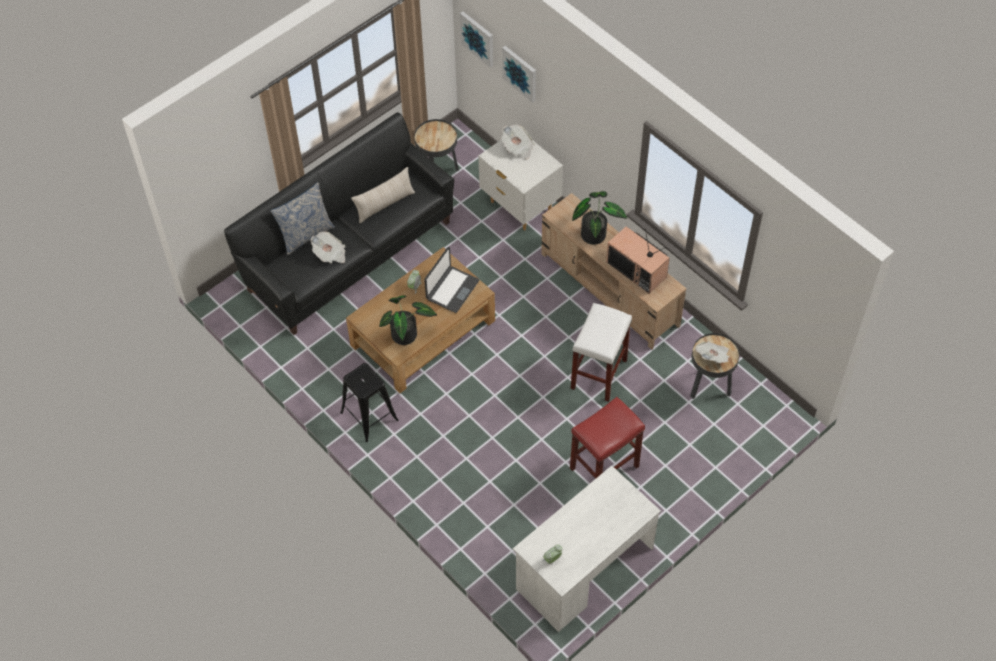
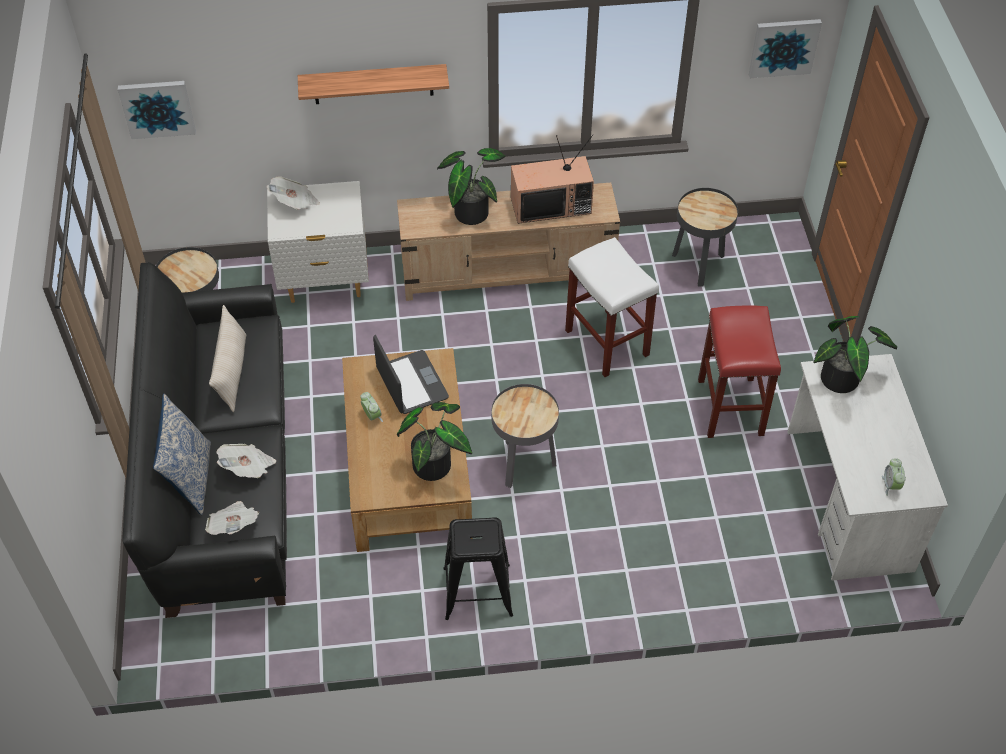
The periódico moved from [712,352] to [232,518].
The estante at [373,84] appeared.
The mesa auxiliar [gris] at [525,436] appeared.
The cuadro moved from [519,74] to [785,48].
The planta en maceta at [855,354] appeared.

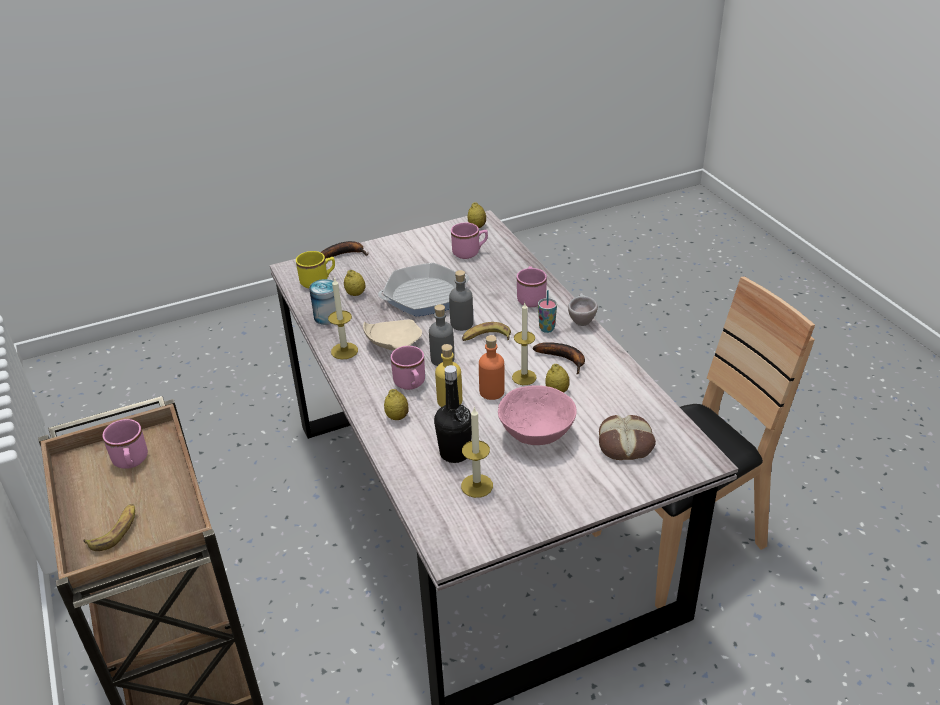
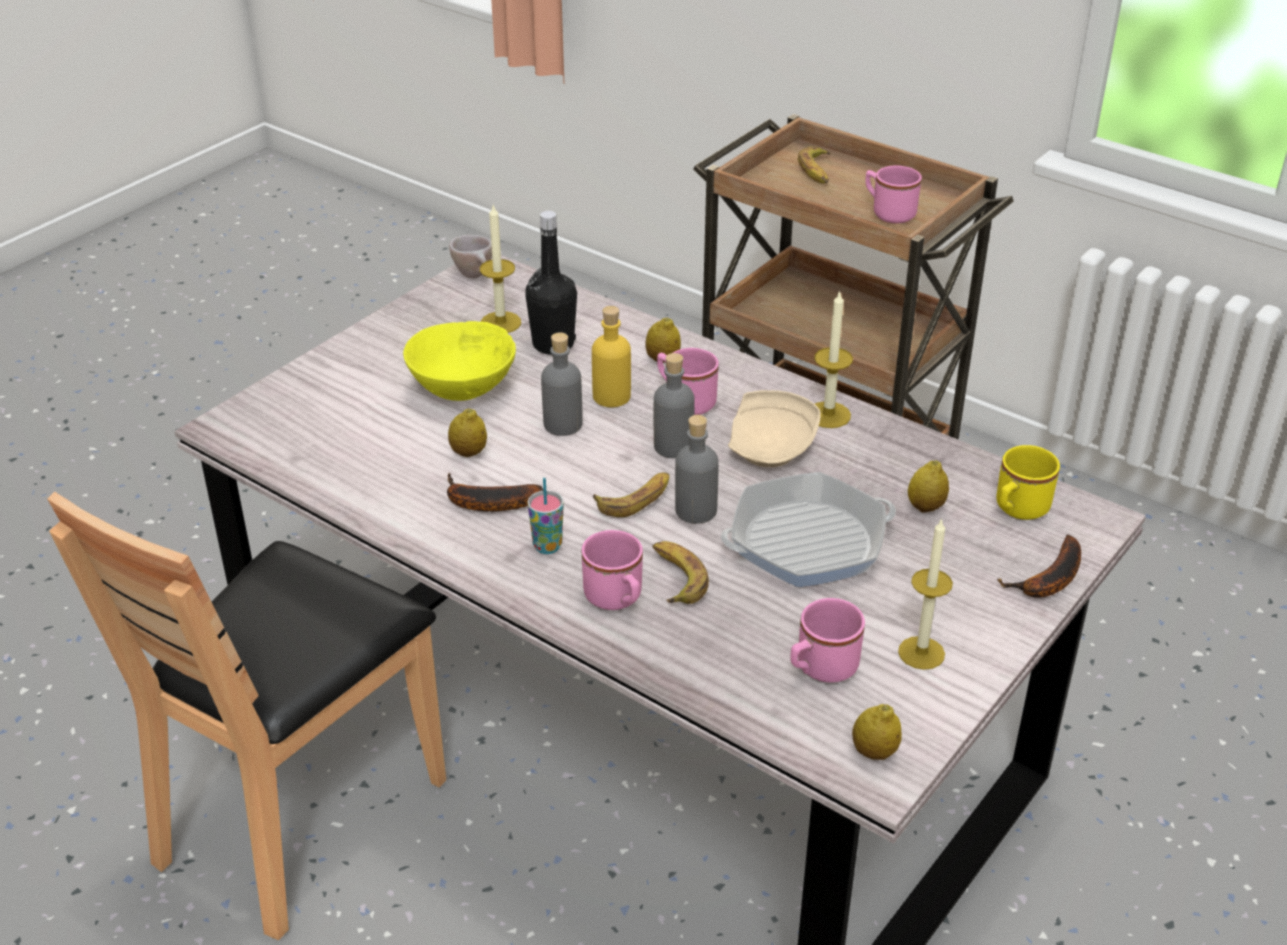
The cuenco [rosa] at [537,415] became the cuenco [amarillo] at [459,361].
The taza [beis] moved from [583,309] to [470,257].
The botella [naranja] at [491,367] became the botella [gris] at [562,384].
The plátano at [681,572] appeared.
The sartén at [423,290] turned 150 degrees counterclockwise.
The vela moved from [524,344] to [925,594].
The lata at [322,302] disappeared.
The pan at [627,437] disappeared.

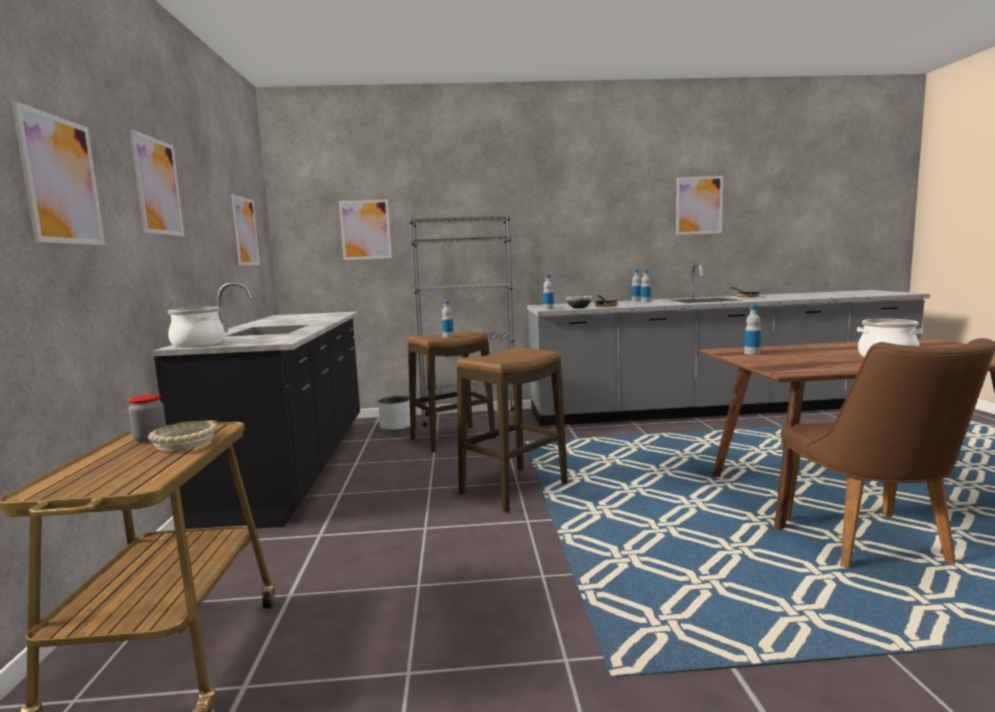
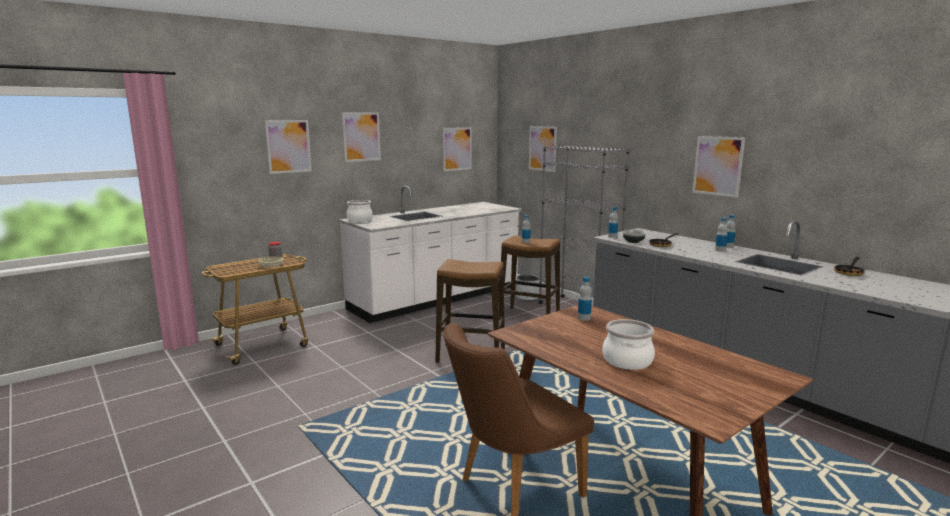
The mueble bajo de cocina [negro] at [256,405] became the mueble bajo de cocina [blanco] at [430,254].
The cuadro moved from [699,205] to [718,167].

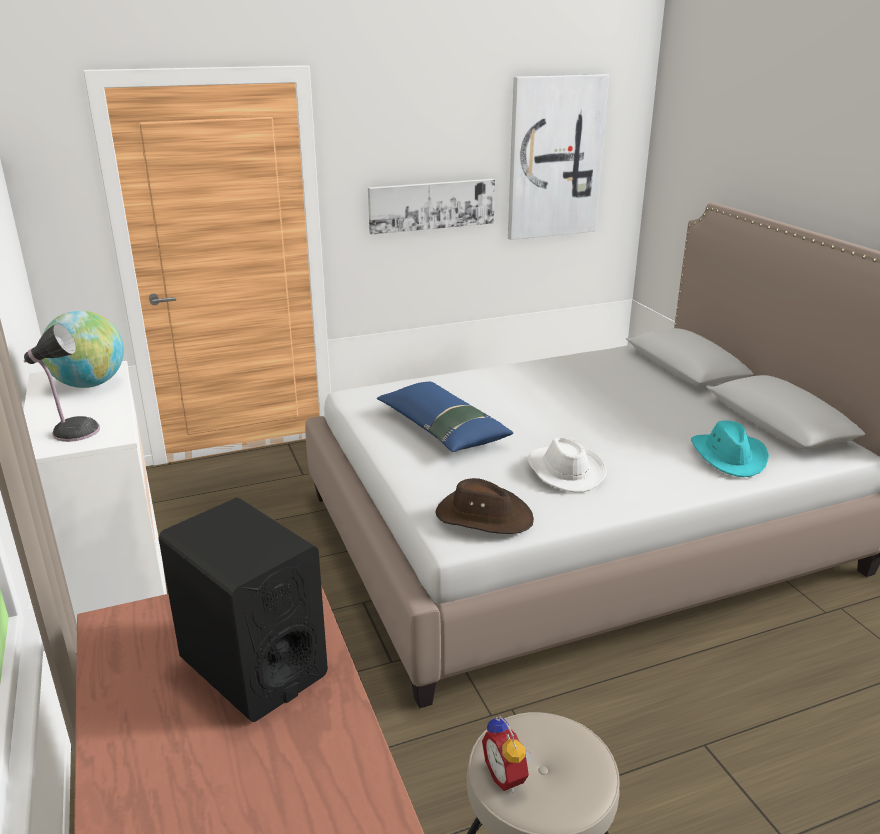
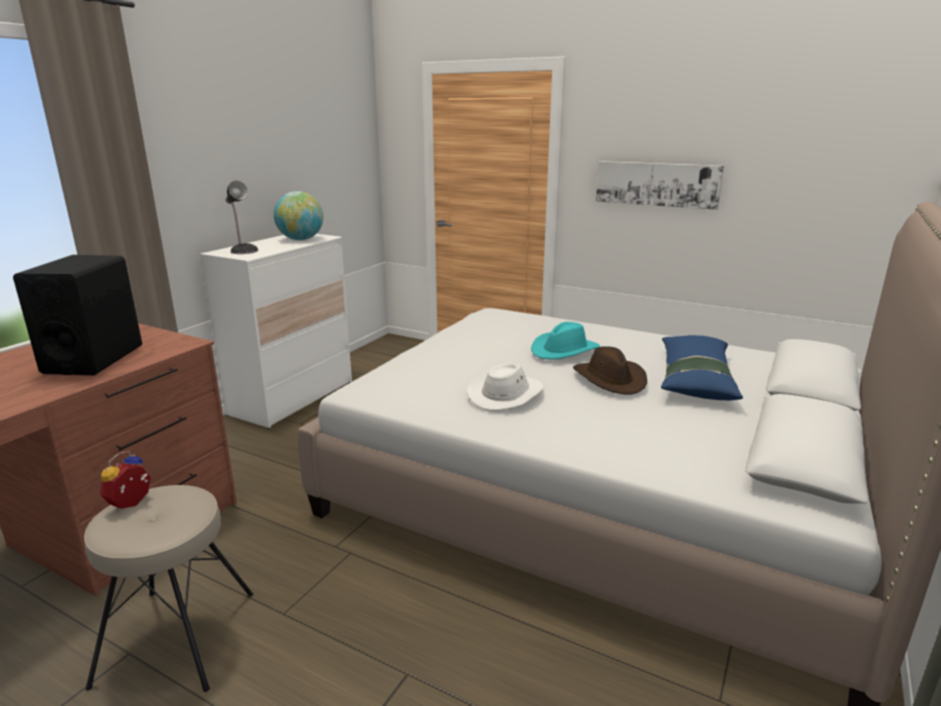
The sombrero [turquesa] moved from [730,448] to [565,340].
The sombrero [marrón] moved from [484,506] to [610,370].
The cojín [azul] moved from [445,417] to [702,367].
The cuadro at [558,157] disappeared.

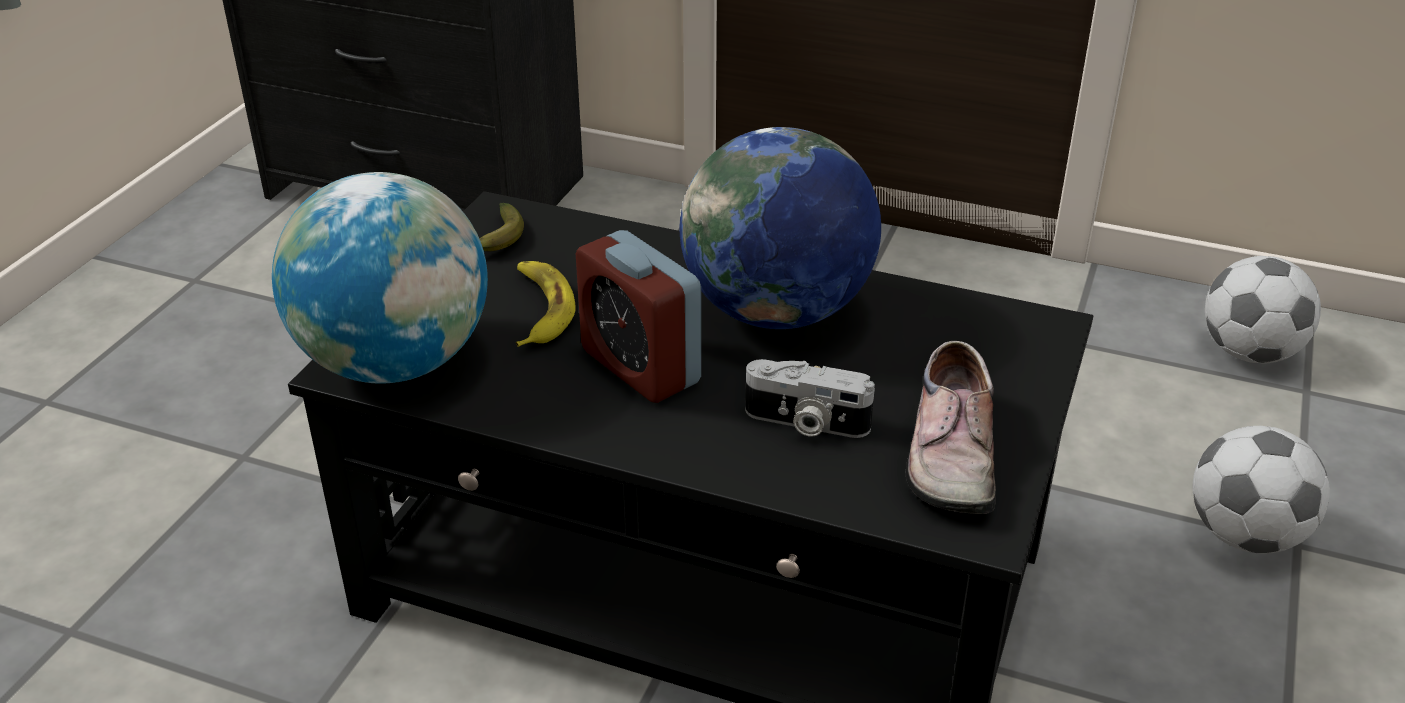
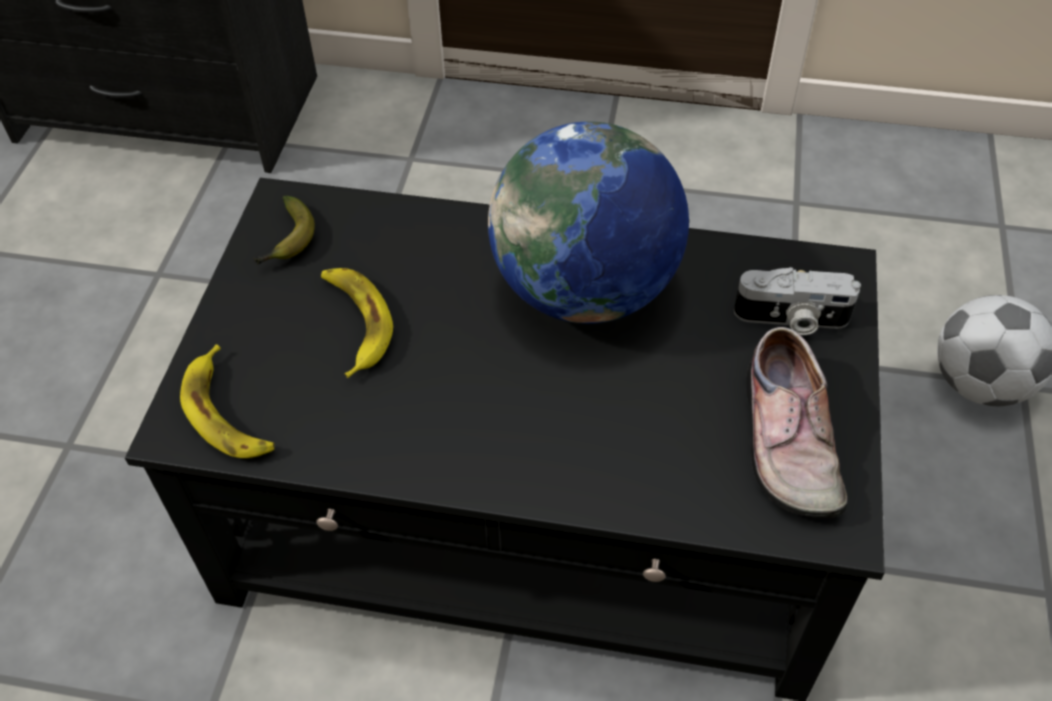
The globo terráqueo at [380,278] was replaced by the plátano at [227,401].
The cámara moved from [810,398] to [797,301].
The despertador at [638,316] disappeared.
The balón de fútbol at [1263,310] disappeared.

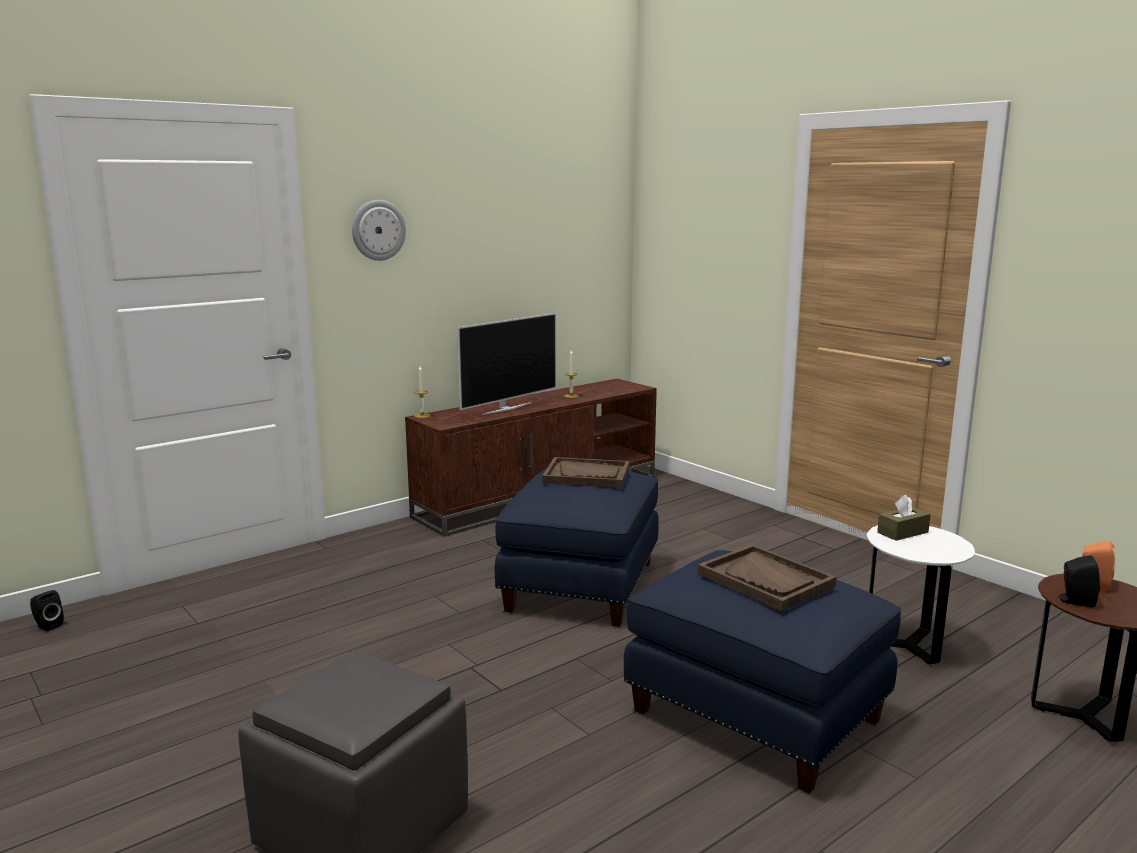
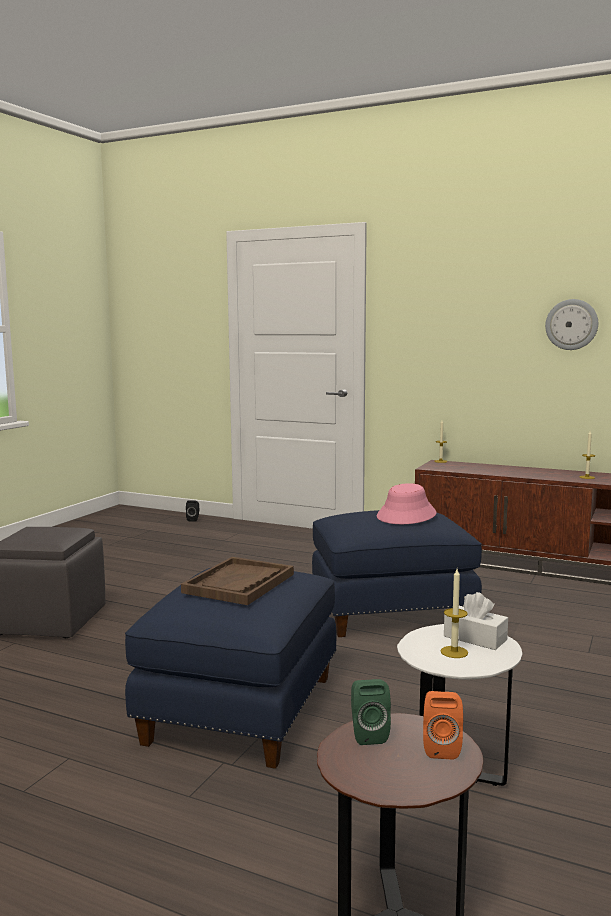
The altavoz [negro] at [1079,581] became the altavoz [verde] at [371,712].
The bandeja [marrón] at [585,472] was replaced by the sombrero [rosa] at [406,503].
The vela at [454,613] appeared.
The caja de pañuelos [marrón] at [903,518] became the caja de pañuelos [blanco] at [476,621].
The reloj de pared moved from [379,230] to [571,324].
The televisor at [506,364] disappeared.

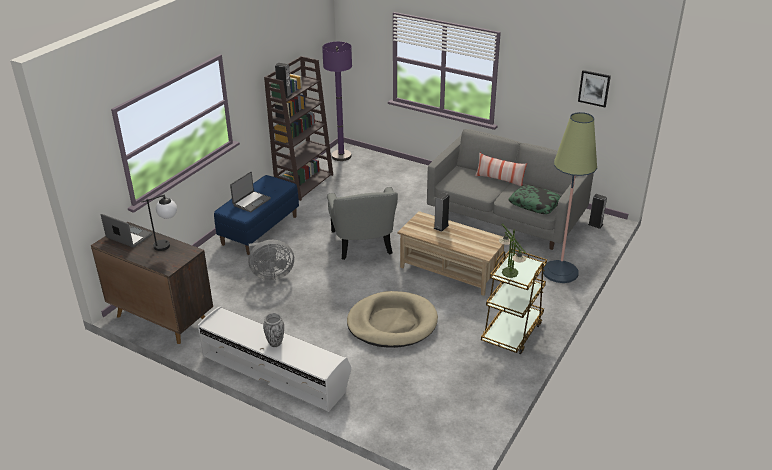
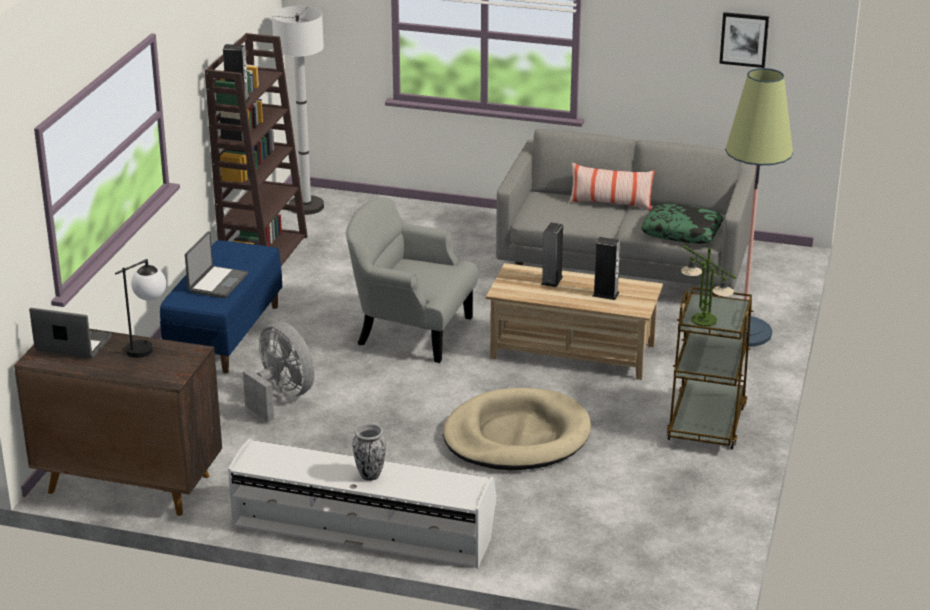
The ventilador [gris] at [271,260] turned 105 degrees counterclockwise.
The lámpara de pie [morado] at [337,101] became the lámpara de pie [blanco] at [298,110].
The sillón [gris] at [362,223] turned 135 degrees clockwise.
The altavoz moved from [597,211] to [606,268].

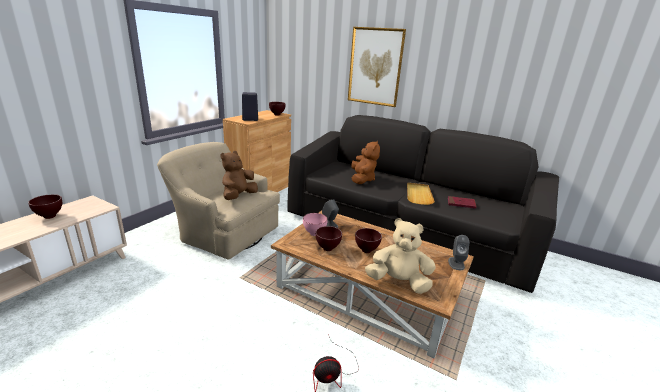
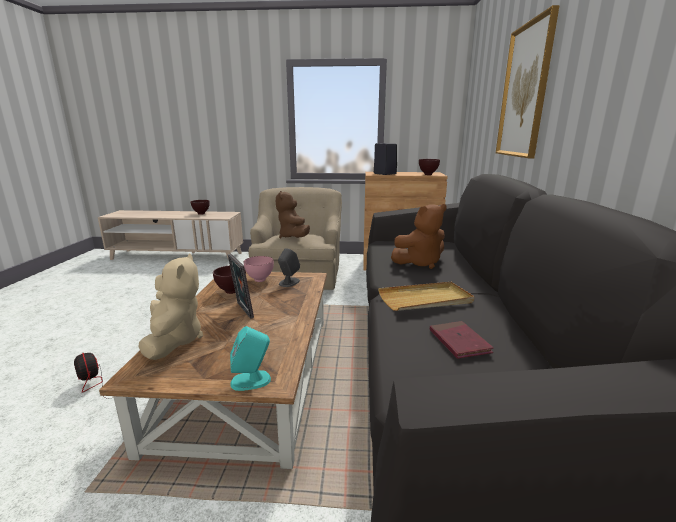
The cuenco [marrón] at [368,240] was replaced by the portarretratos at [241,286].
The altavoz [gris] at [458,252] became the altavoz [turquesa] at [250,358].
The peluche [marrón] at [239,175] turned 105 degrees counterclockwise.

